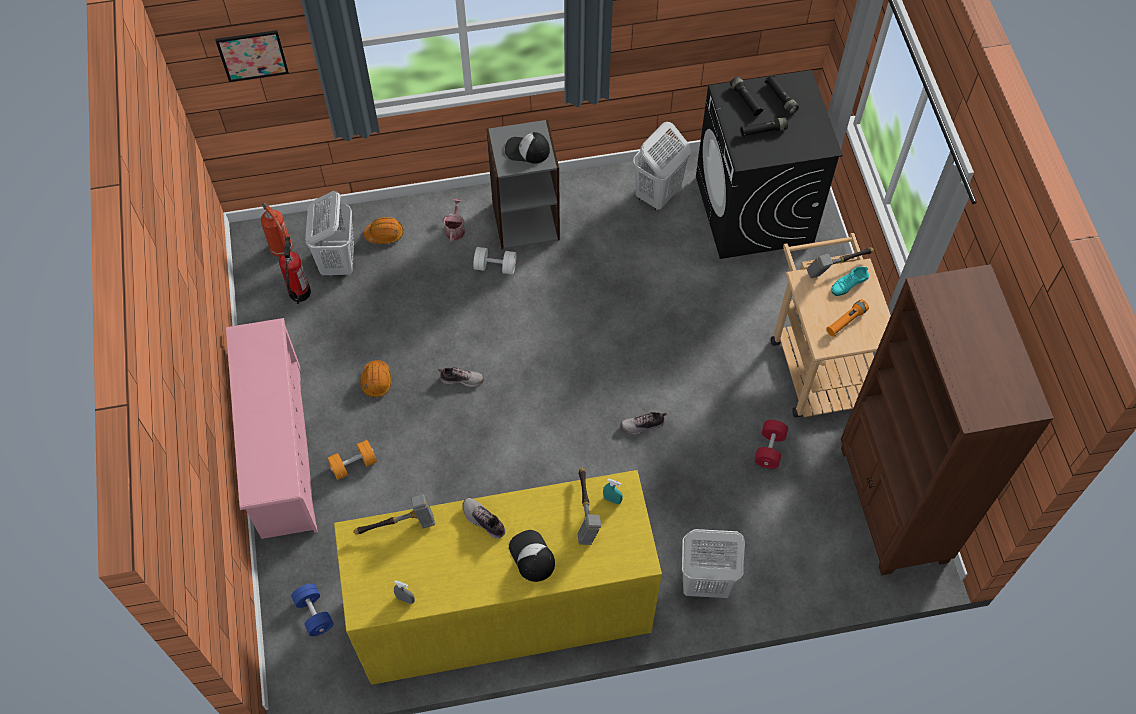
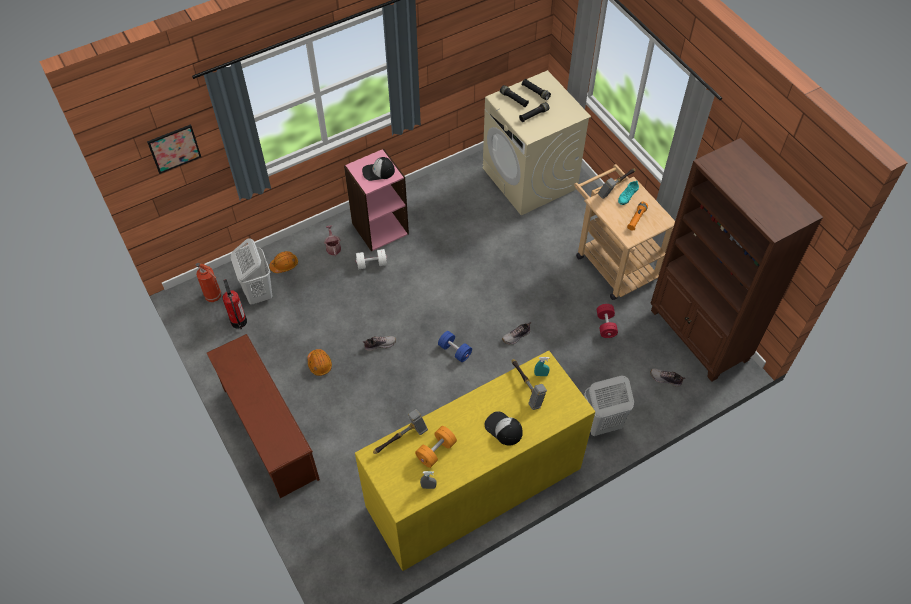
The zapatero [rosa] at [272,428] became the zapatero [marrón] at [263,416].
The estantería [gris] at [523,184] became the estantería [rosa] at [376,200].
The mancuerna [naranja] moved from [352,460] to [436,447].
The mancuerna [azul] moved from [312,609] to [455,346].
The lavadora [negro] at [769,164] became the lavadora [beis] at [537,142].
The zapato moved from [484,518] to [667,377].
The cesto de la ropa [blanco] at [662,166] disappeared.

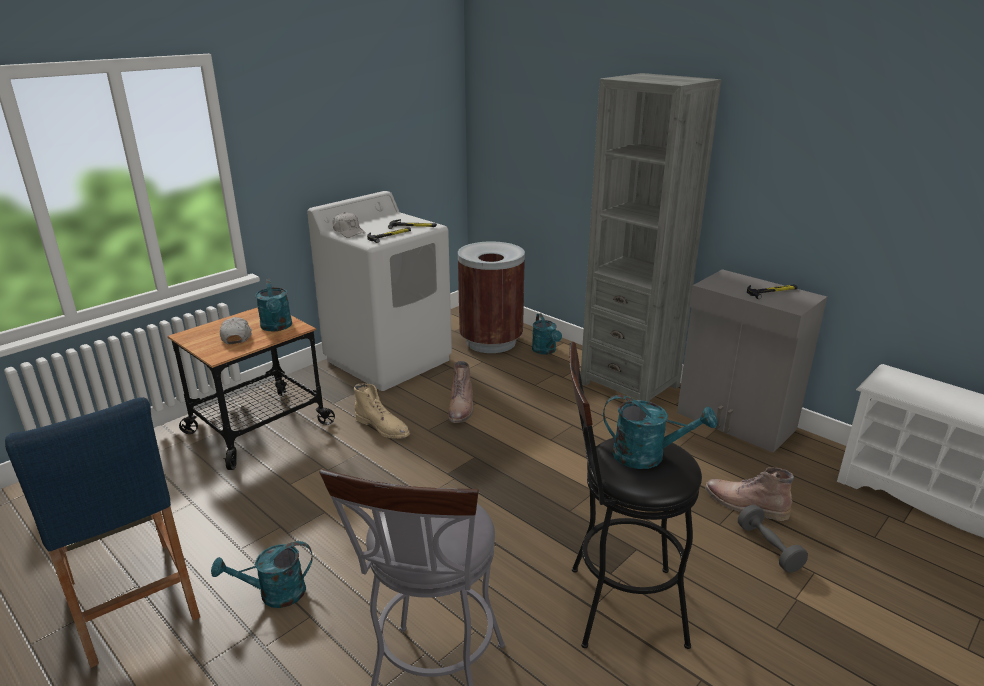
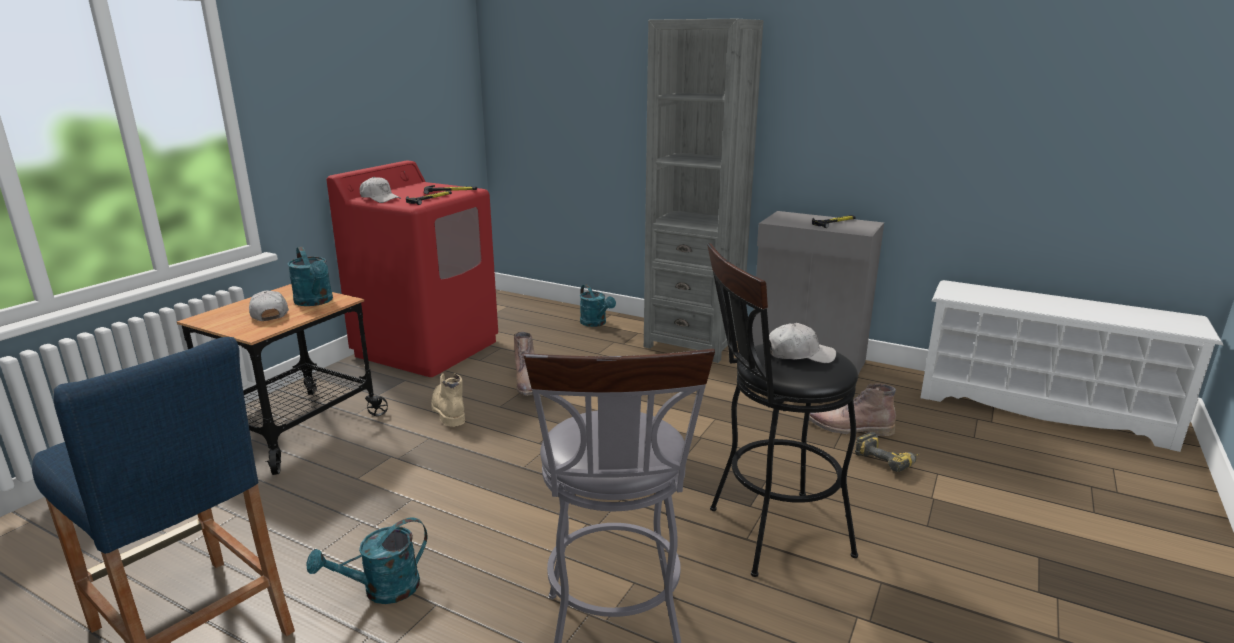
The lavadora [blanco] at [379,291] became the lavadora [rojo] at [412,268].
The bota [beis] at [382,411] turned 135 degrees counterclockwise.
The regadera [turquesa] at [660,432] was replaced by the gorra [blanco] at [802,343].
The mancuerna [gris] at [773,539] was replaced by the taladro at [887,452].
The papelera [marrón] at [491,297] disappeared.

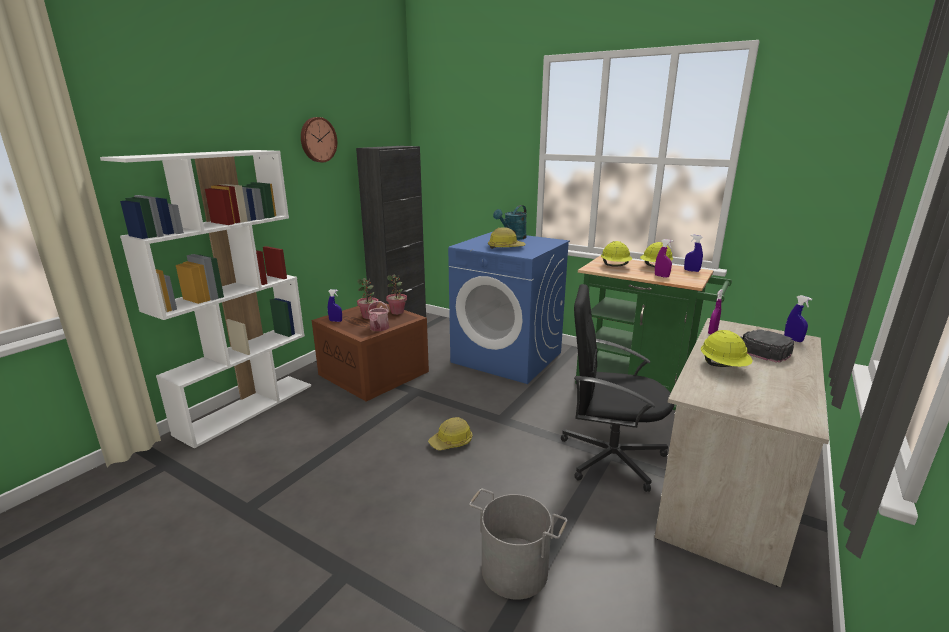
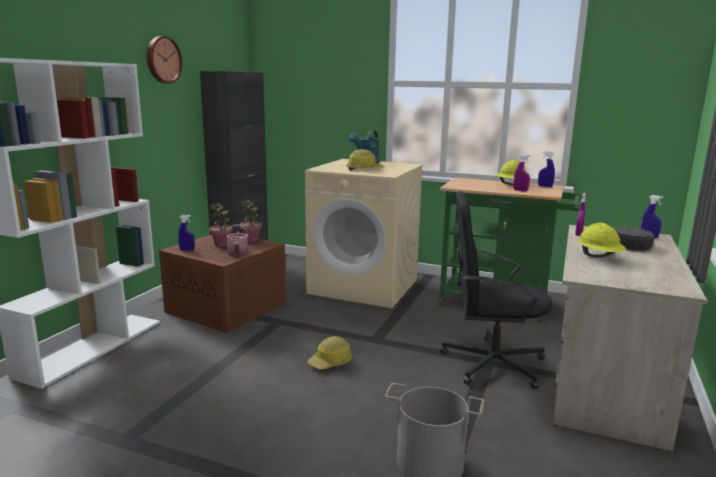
The lavadora [azul] at [509,308] became the lavadora [beis] at [364,233].
The casco [amarillo] at [616,254] disappeared.

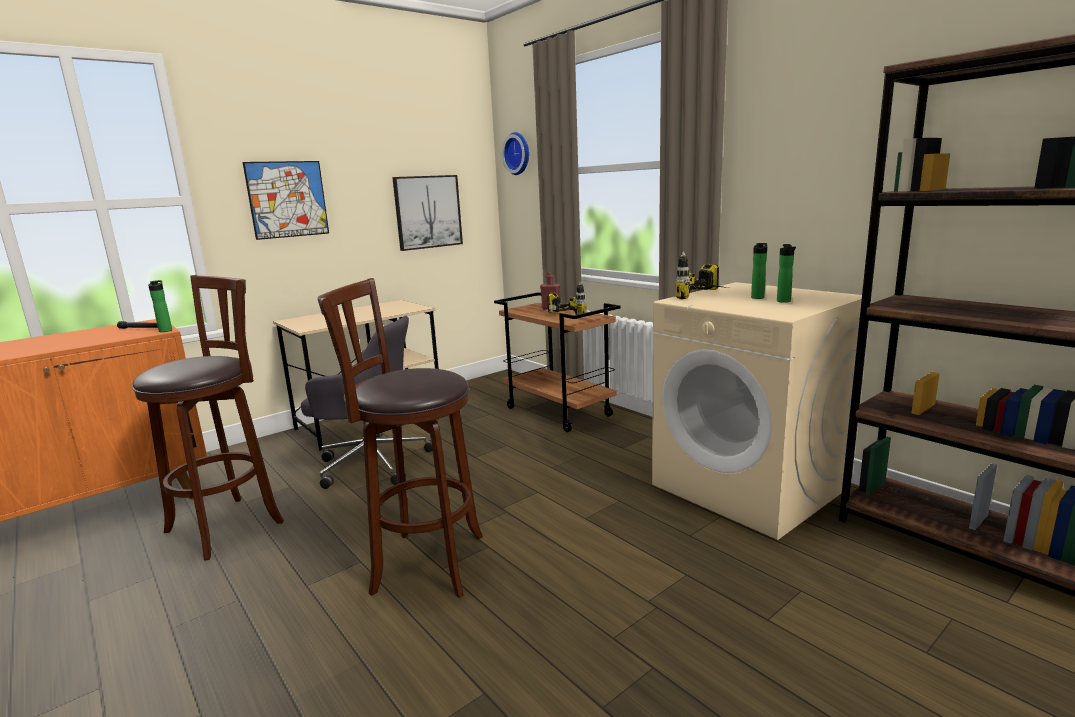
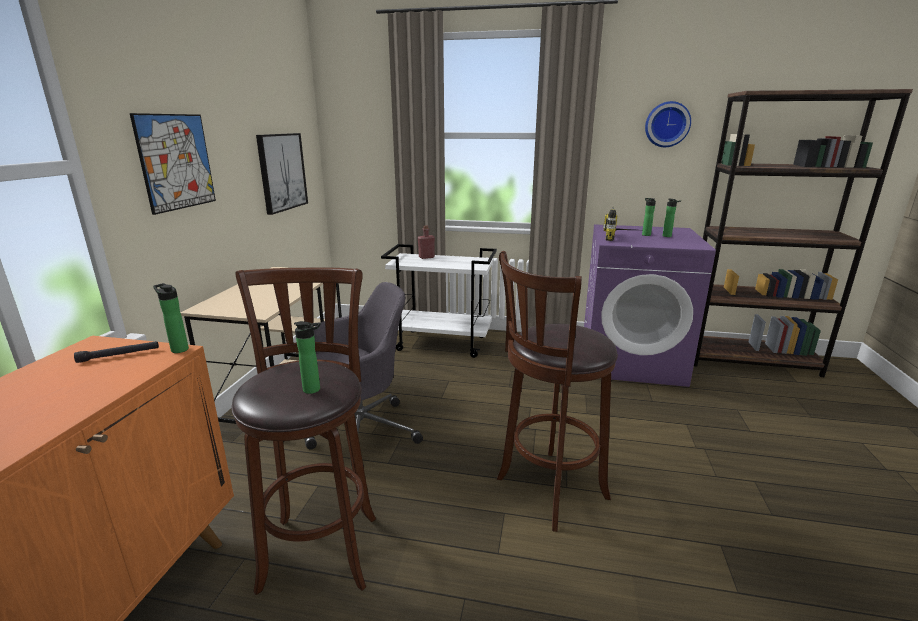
The botella at [307,357] appeared.
The carrito [marrón] at [557,362] became the carrito [blanco] at [439,301].
The lavadora [beis] at [757,411] became the lavadora [morado] at [650,305].
The reloj de pared moved from [515,153] to [668,124].
The taladro at [567,298] disappeared.

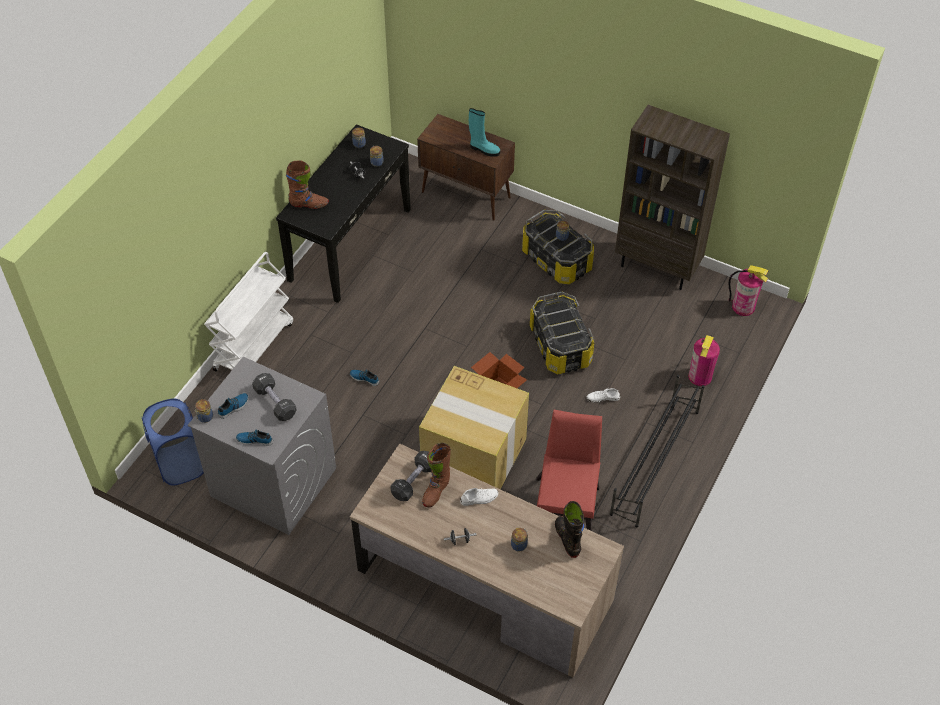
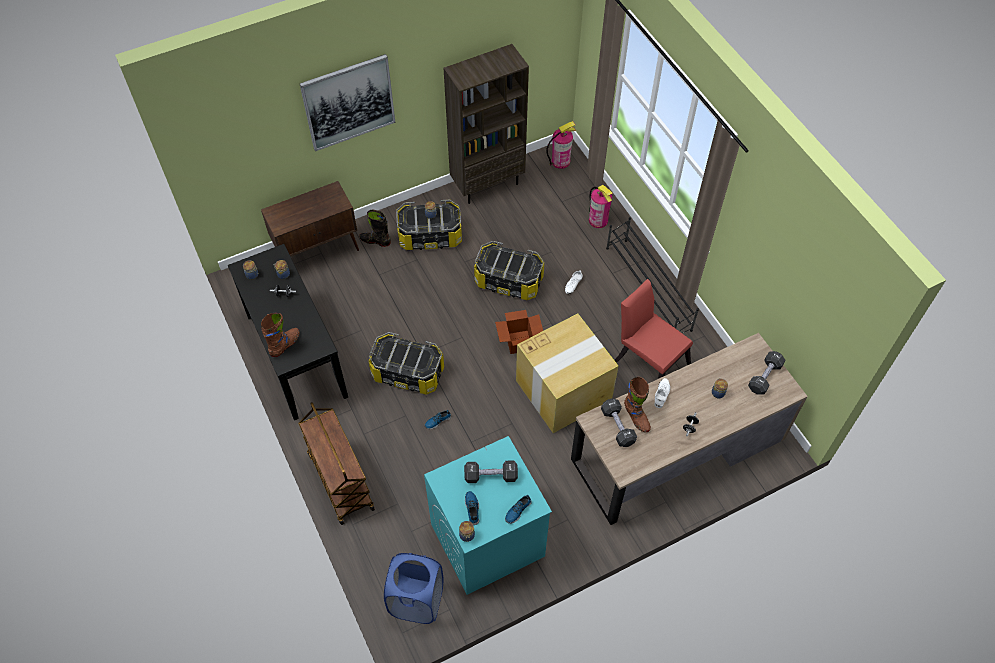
The carrito [blanco] at [248,311] became the carrito [marrón] at [336,463].
The cuadro at [347,102] appeared.
The bota [negro] moved from [569,529] to [375,228].
The caja de almacenaje at [406,363] appeared.
The lavadora [gris] at [262,446] became the lavadora [turquesa] at [488,515].
The mancuerna [negro] at [766,373] appeared.
The bota [turquesa] at [484,132] disappeared.

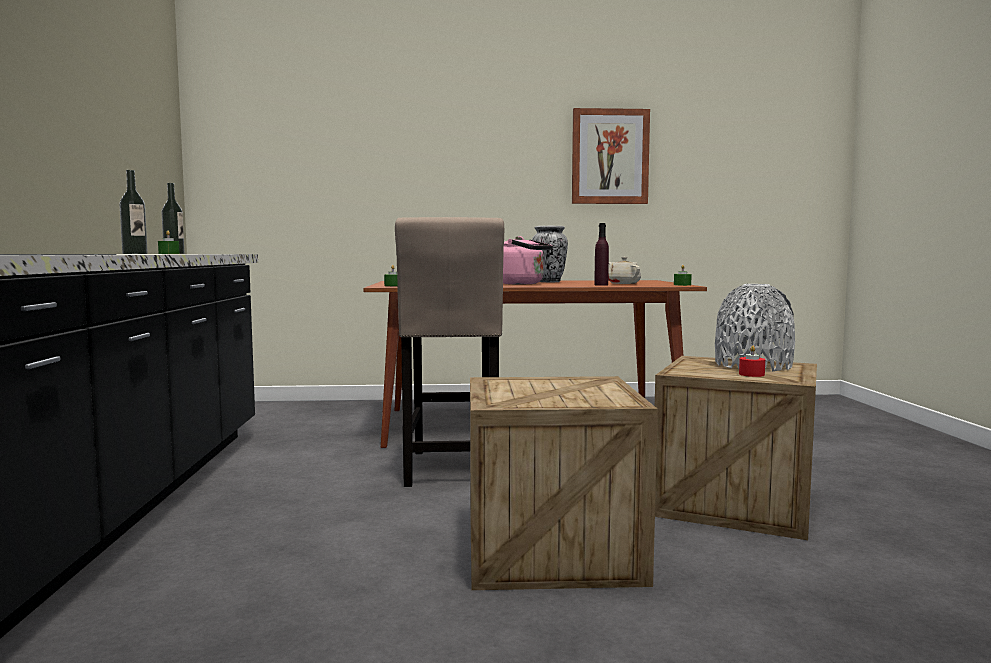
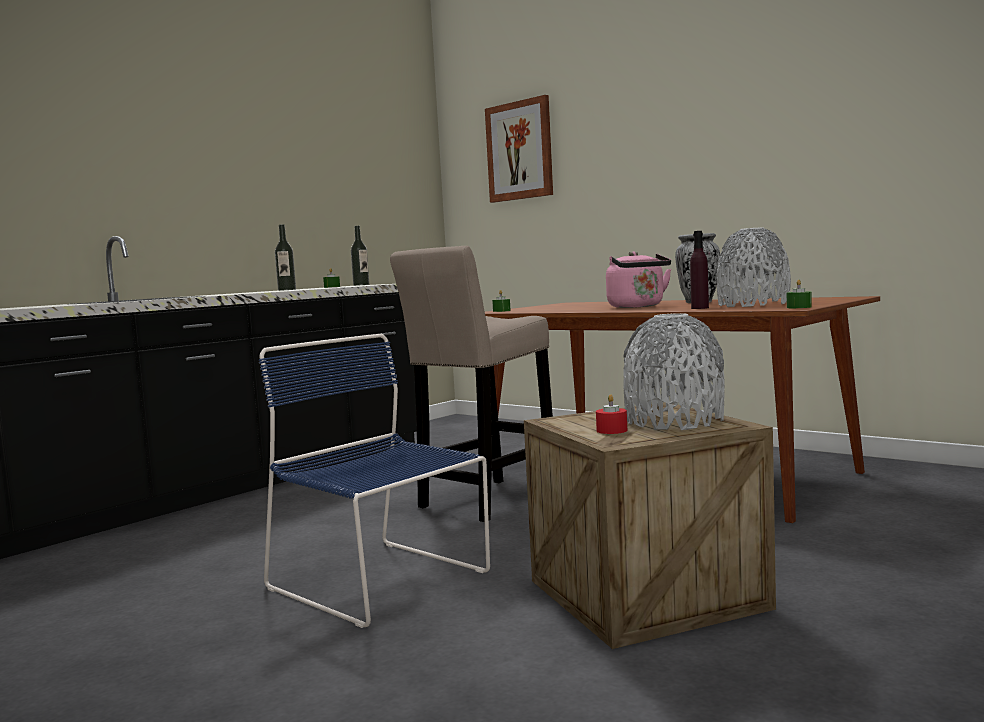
The caja de embalaje at [564,483] was replaced by the silla [azul] at [374,481].
The cuadro moved from [611,156] to [519,149].
The tetera [beis] at [624,270] was replaced by the florero [gris] at [754,267].

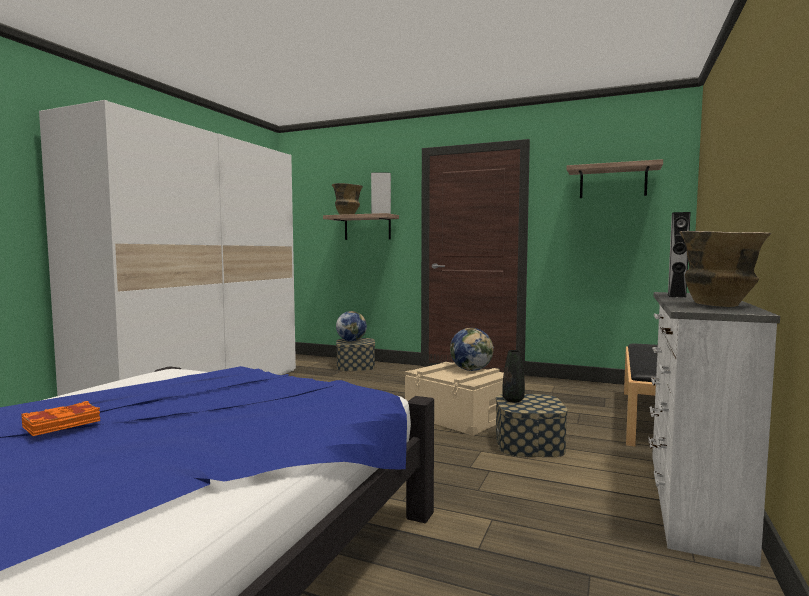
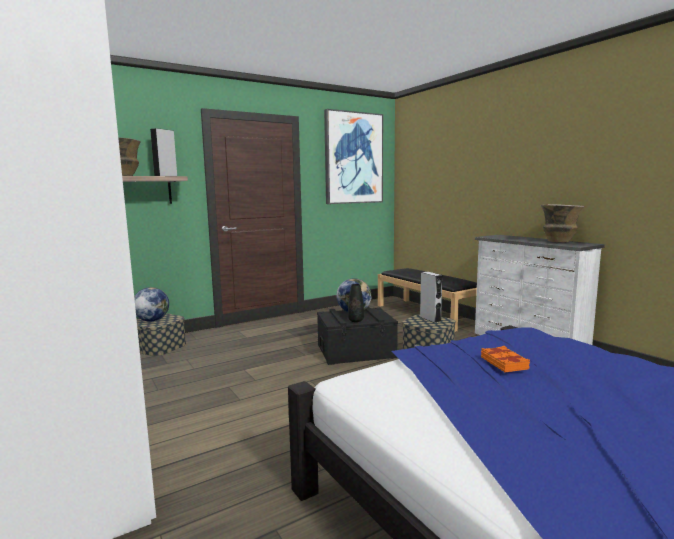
The caja de almacenaje [beis] at [454,399] became the caja de almacenaje [negro] at [357,335].
The estante at [615,178] was replaced by the cuadro at [353,156].
The florero [negro] moved from [513,376] to [356,303].
The altavoz [gris] moved from [679,255] to [431,297].
The libro [naranja] moved from [61,418] to [505,359].

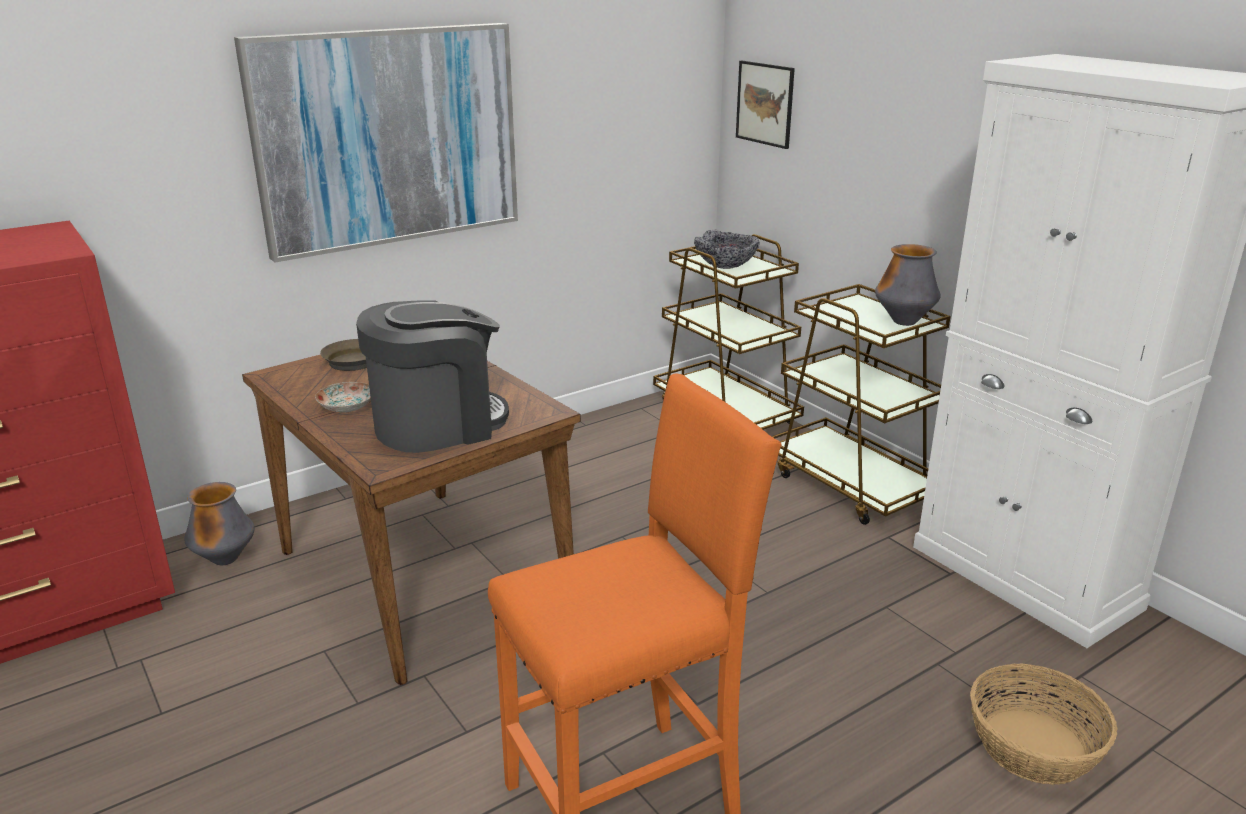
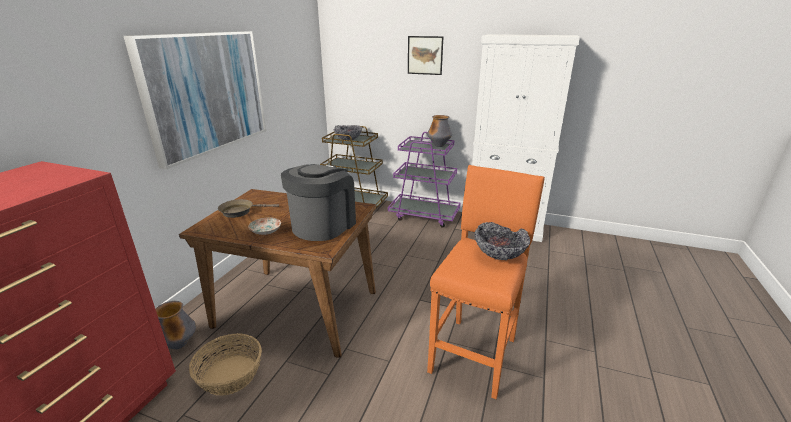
The cesta moved from [1044,724] to [225,364].
The carrito [marrón] at [861,404] became the carrito [morado] at [424,180].
The cuadro moved from [765,105] to [425,55].
The cuenco at [502,241] appeared.

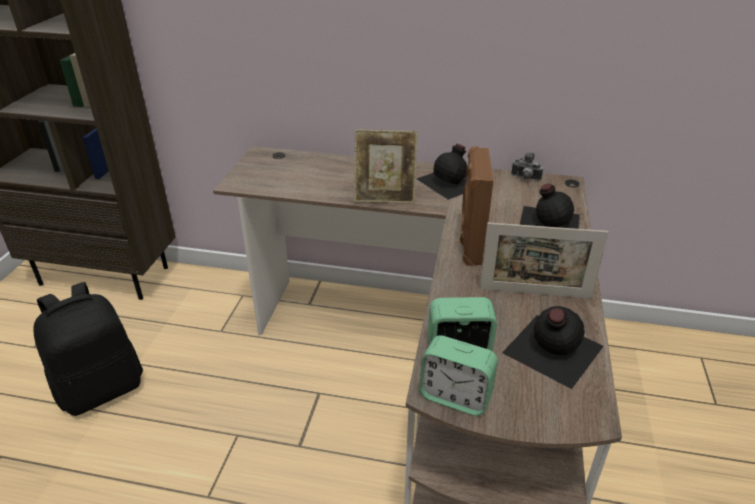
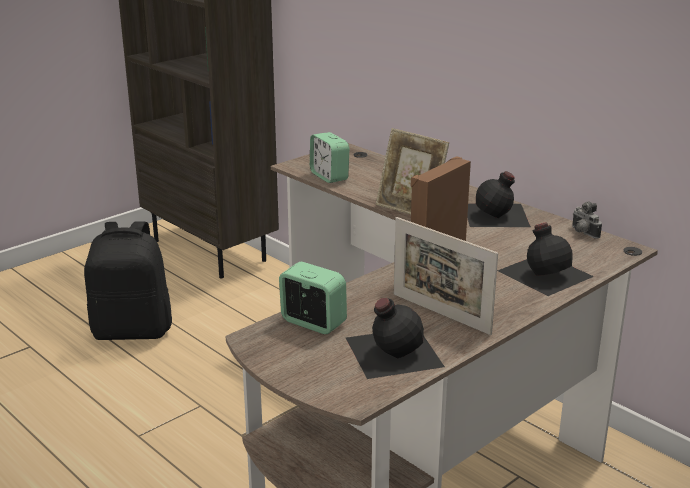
The despertador moved from [459,375] to [329,157].

